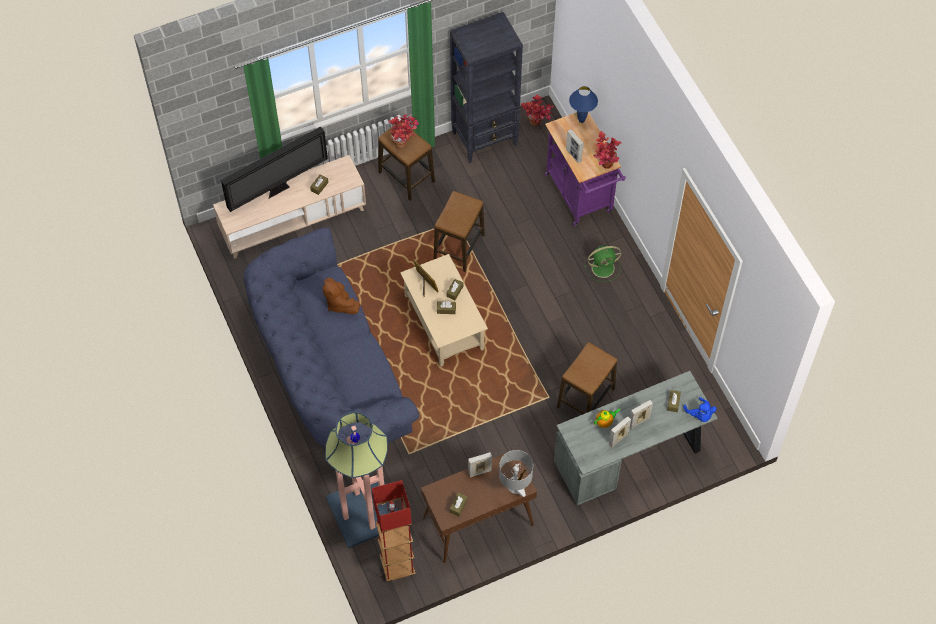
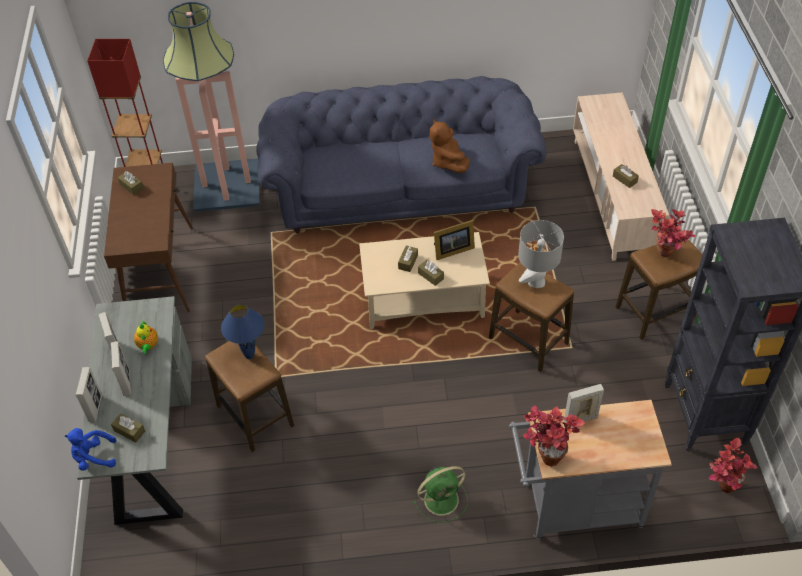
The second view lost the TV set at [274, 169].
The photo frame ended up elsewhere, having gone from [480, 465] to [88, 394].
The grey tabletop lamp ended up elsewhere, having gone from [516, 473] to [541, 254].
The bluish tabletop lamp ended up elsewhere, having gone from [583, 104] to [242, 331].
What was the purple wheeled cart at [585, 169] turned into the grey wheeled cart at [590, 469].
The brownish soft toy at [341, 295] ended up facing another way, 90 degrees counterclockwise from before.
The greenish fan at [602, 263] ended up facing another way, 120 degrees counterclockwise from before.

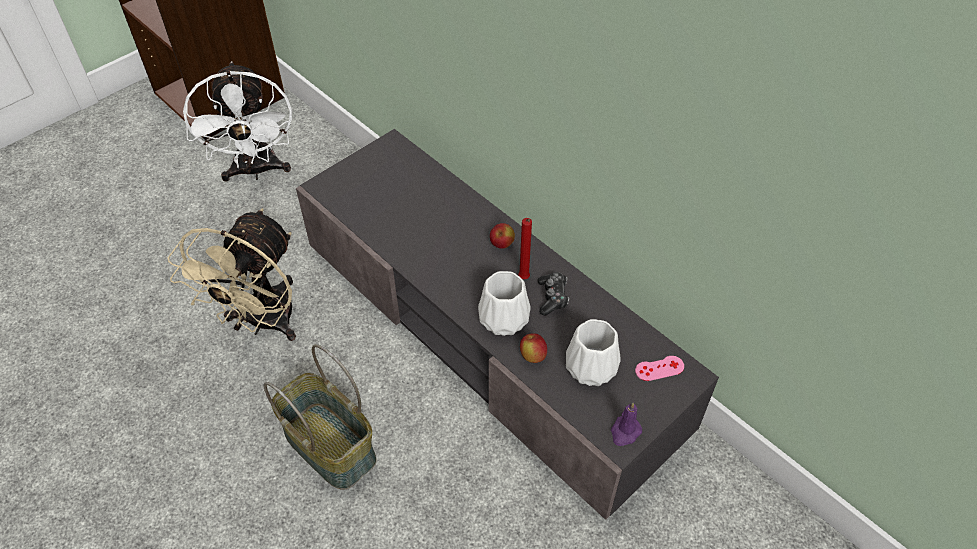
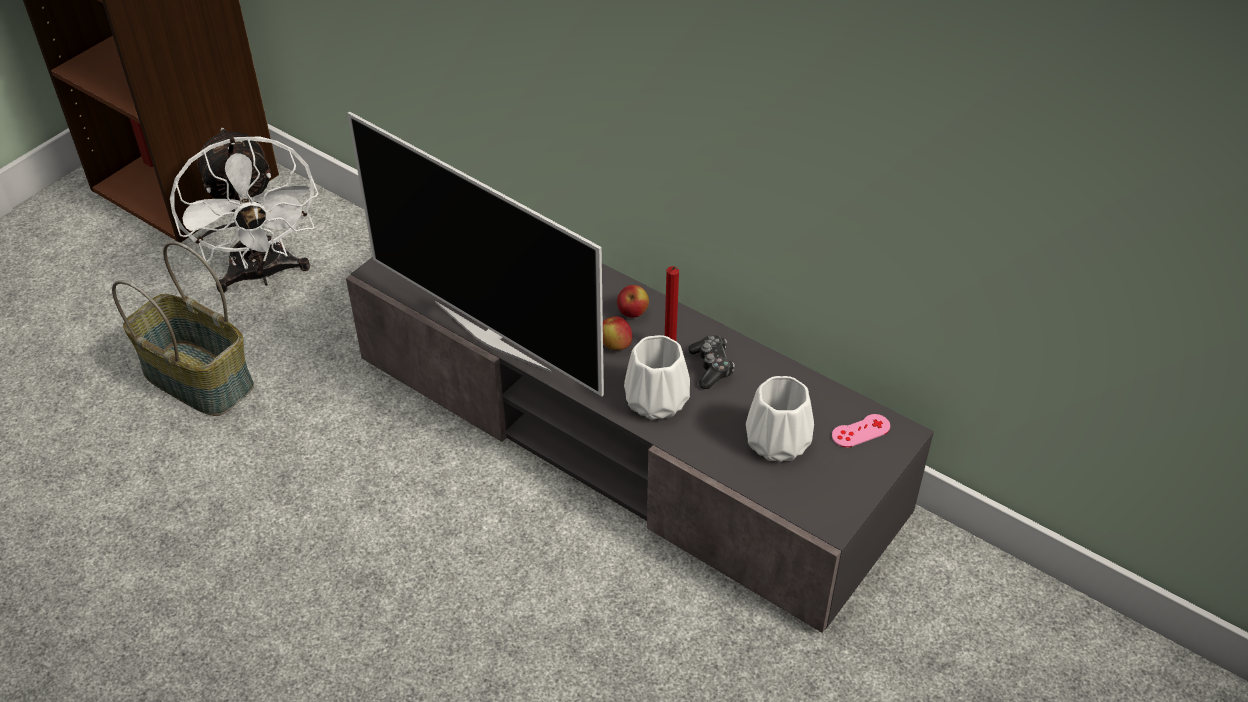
The second view lost the sand-coloured fan at [232, 274].
The second view lost the purple candle at [626, 424].
The second view gained the TV set at [475, 254].
The basket ended up elsewhere, having gone from [319, 417] to [183, 328].
The apple ended up elsewhere, having gone from [533, 348] to [617, 333].

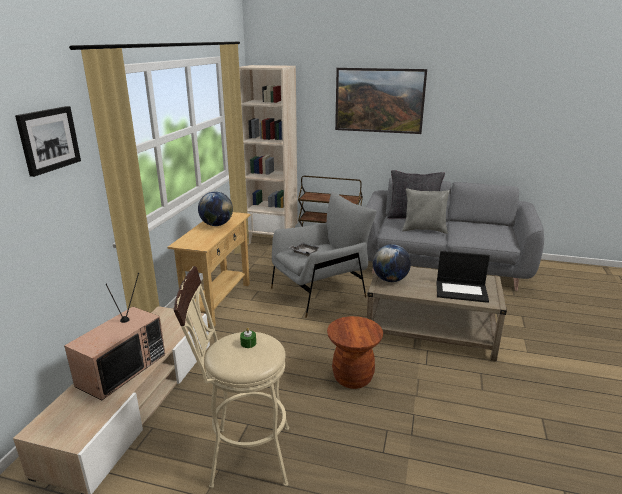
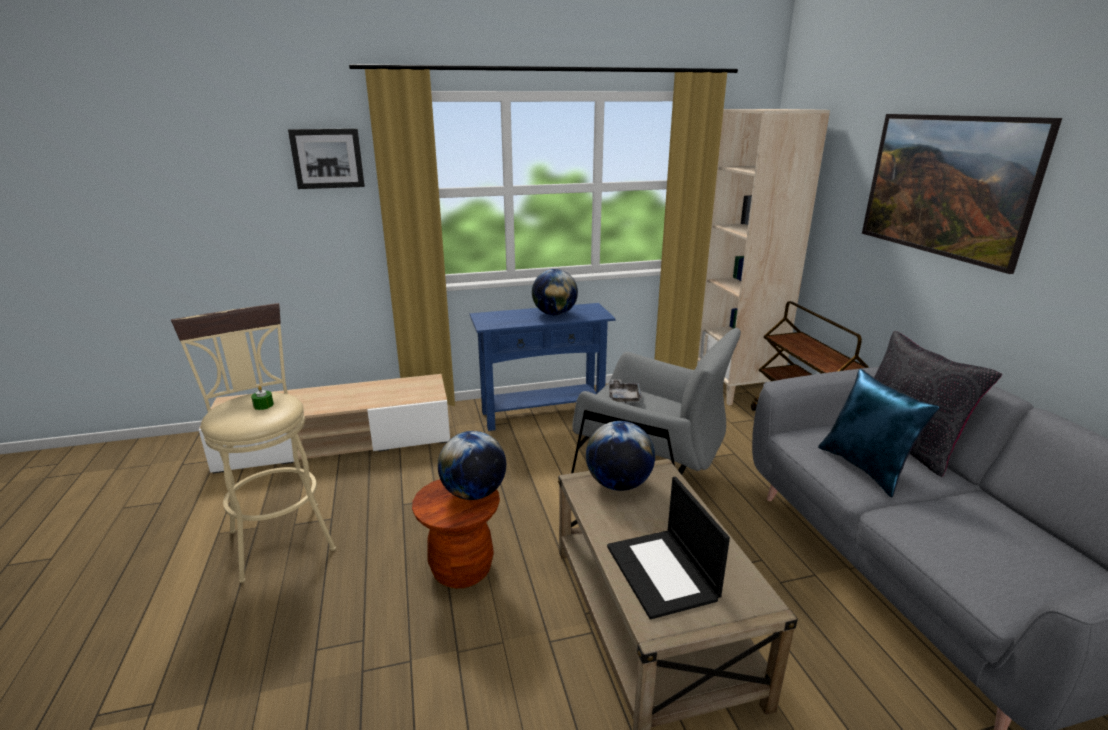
The second view lost the TV set at [114, 337].
The second view gained the desk globe at [472, 465].
What was the sand-coloured console table at [209, 269] turned into the bluish console table at [543, 367].
What was the grey pillow at [426, 211] turned into the bluish pillow at [879, 433].

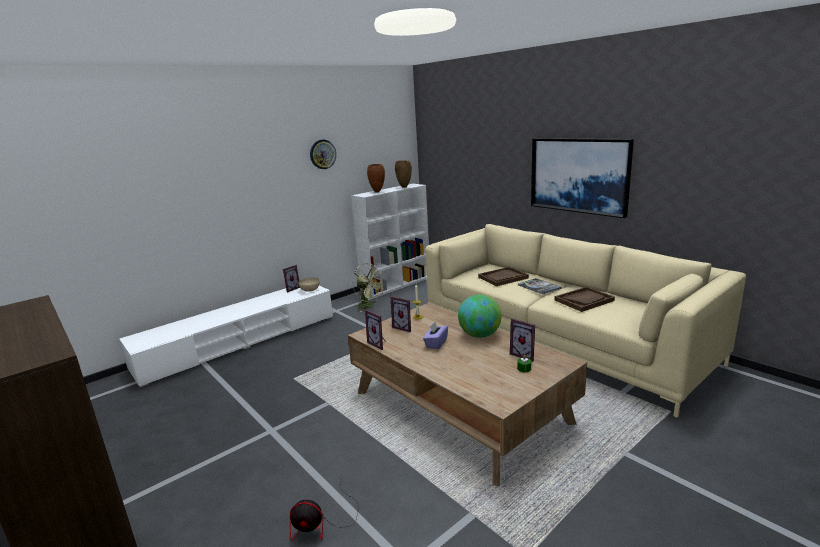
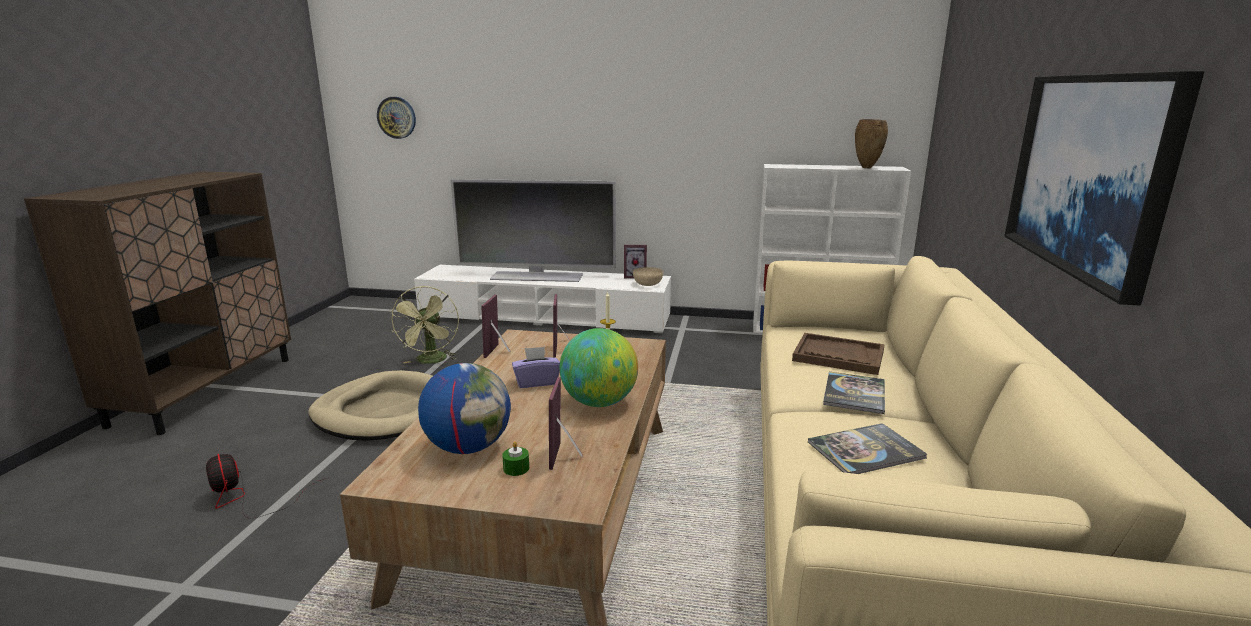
The second view lost the brownish vase at [376, 178].
The second view gained the sand-coloured dog cushion at [370, 405].
The second view gained the desk globe at [464, 408].
The second view gained the TV set at [533, 230].
The hanging clock ended up elsewhere, having gone from [323, 154] to [396, 118].
The greenish fan ended up elsewhere, having gone from [369, 287] to [424, 325].
Where the brownish carrying tray stood at [584, 299], the volume came to stand at [867, 448].

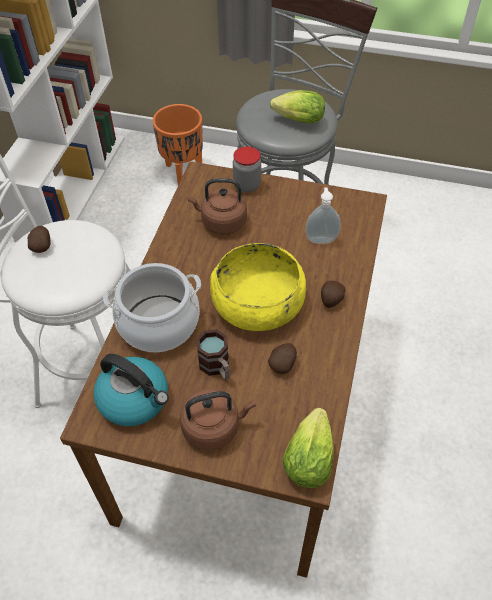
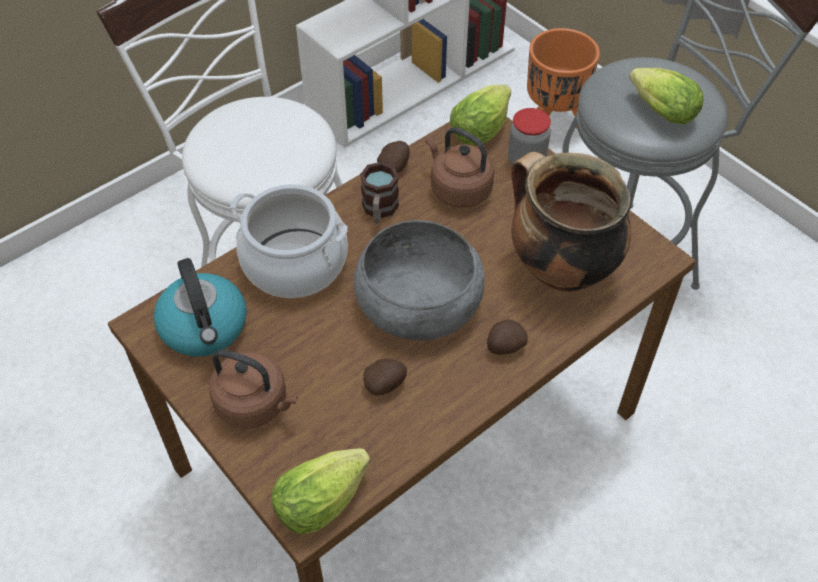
The second view gained the head of lettuce at [480, 115].
The spud ended up elsewhere, having gone from [39, 239] to [393, 157].
The mug ended up elsewhere, having gone from [213, 354] to [379, 192].
Where the soap dispenser stood at [323, 215], the cooking pot came to stand at [571, 222].
What was the yellow-coloured bowl at [258, 287] turned into the grey bowl at [419, 280].

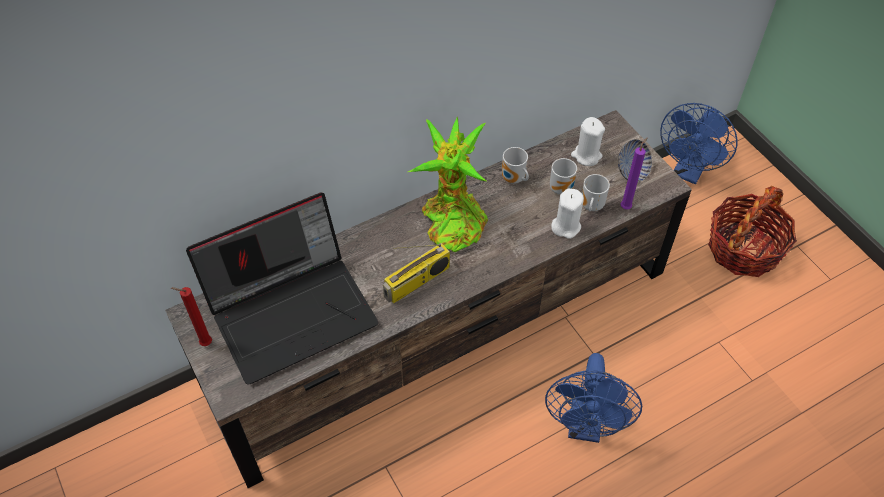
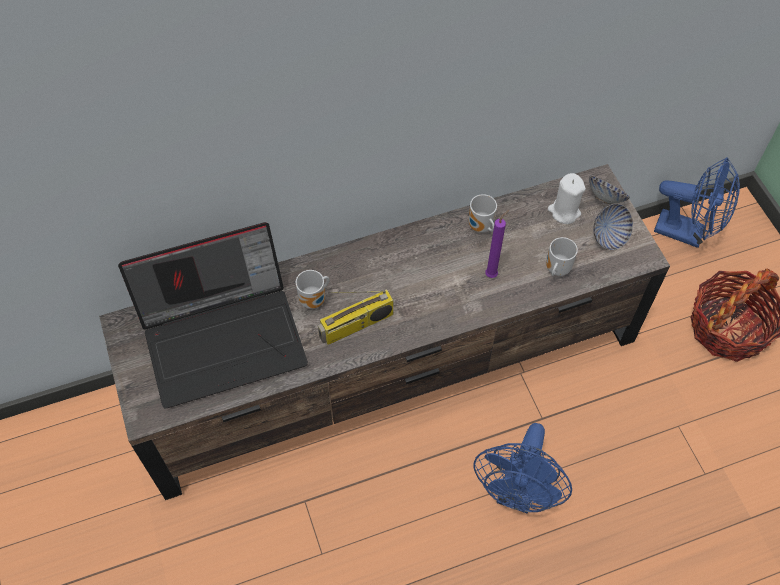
The second view lost the red candle at [191, 316].
The second view lost the plant in a pot at [448, 184].
The second view lost the white-coloured candle at [567, 213].
The second view gained the bowl at [609, 190].
The mug ended up elsewhere, having gone from [563, 176] to [313, 289].
The purple candle ended up elsewhere, having gone from [634, 174] to [497, 244].
The bluish fan at [698, 143] ended up facing another way, 105 degrees counterclockwise from before.

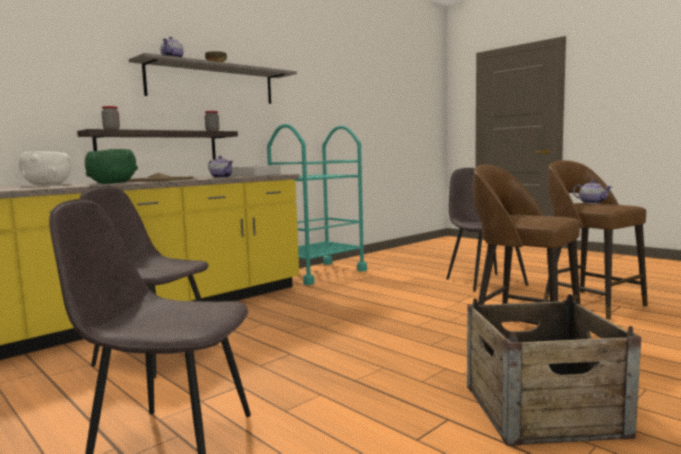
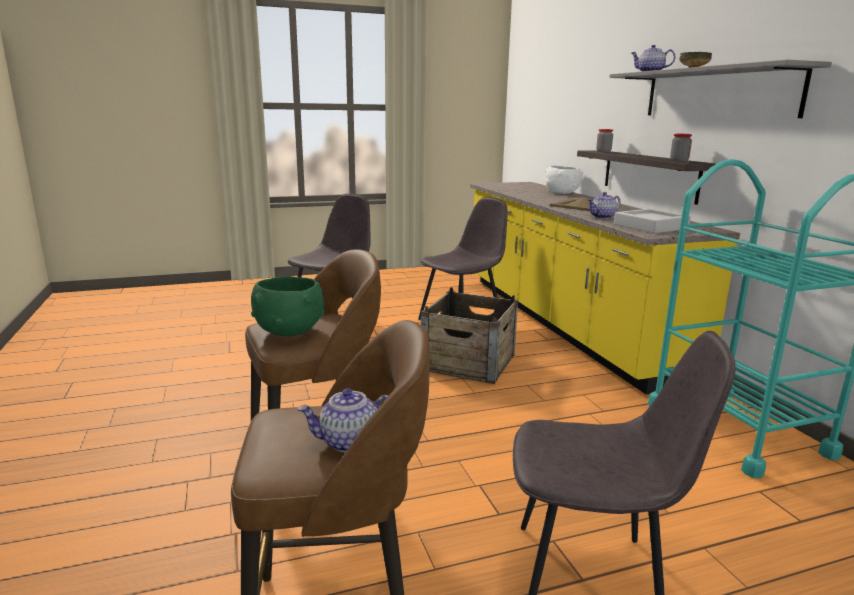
The greenish bowl ended up elsewhere, having gone from [111, 166] to [288, 306].
The crate ended up elsewhere, having gone from [554, 370] to [469, 335].

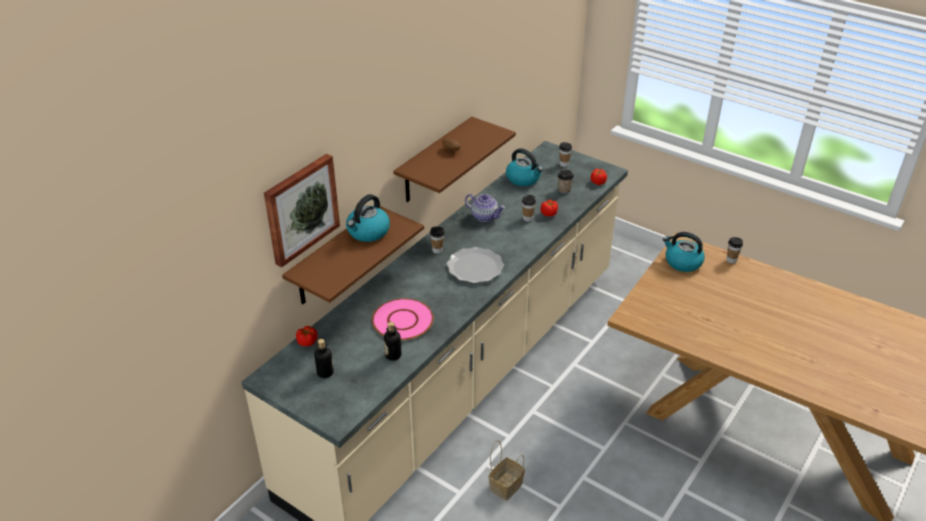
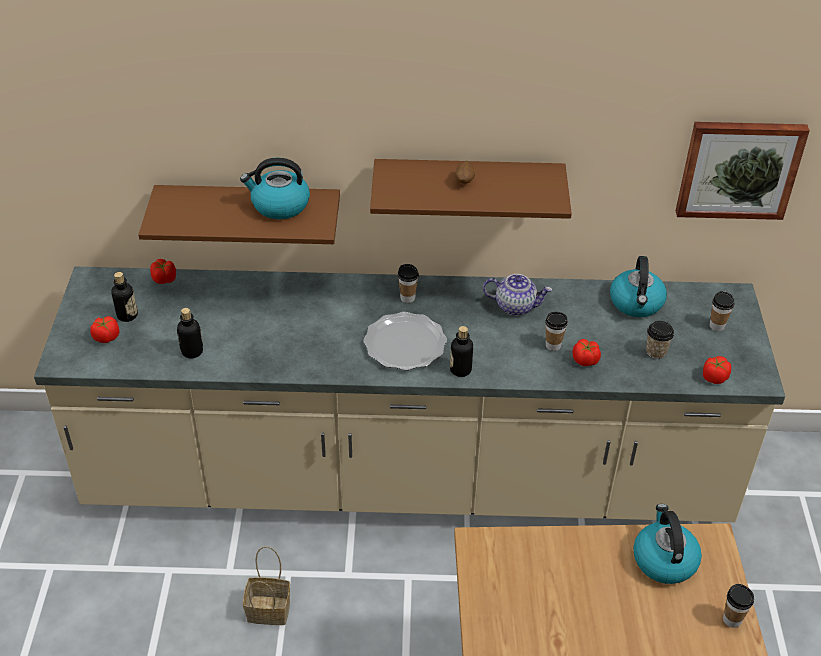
The second view lost the pinkish flat dish at [402, 319].
The second view gained the whole tomato at [104, 329].
The second view gained the beverage bottle at [461, 351].
The wall picture ended up elsewhere, having gone from [302, 210] to [743, 171].
The tea pot at [485, 208] ended up facing another way, 75 degrees counterclockwise from before.

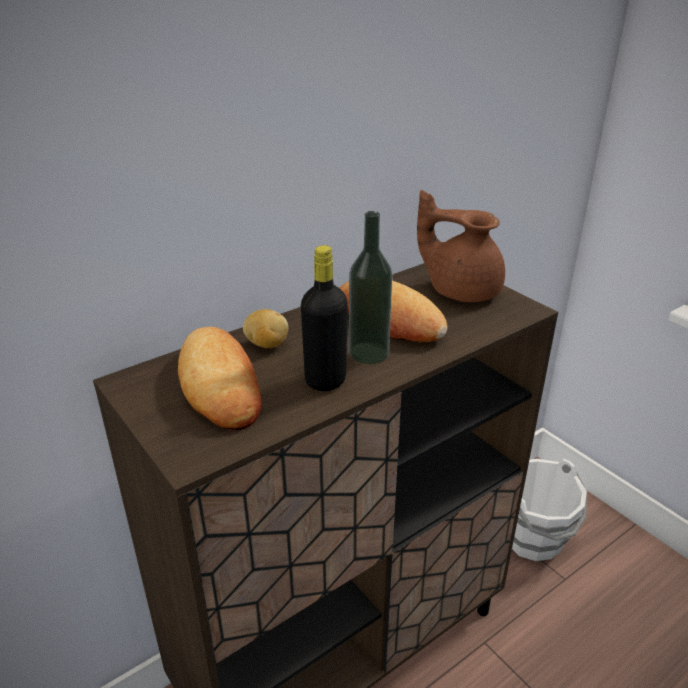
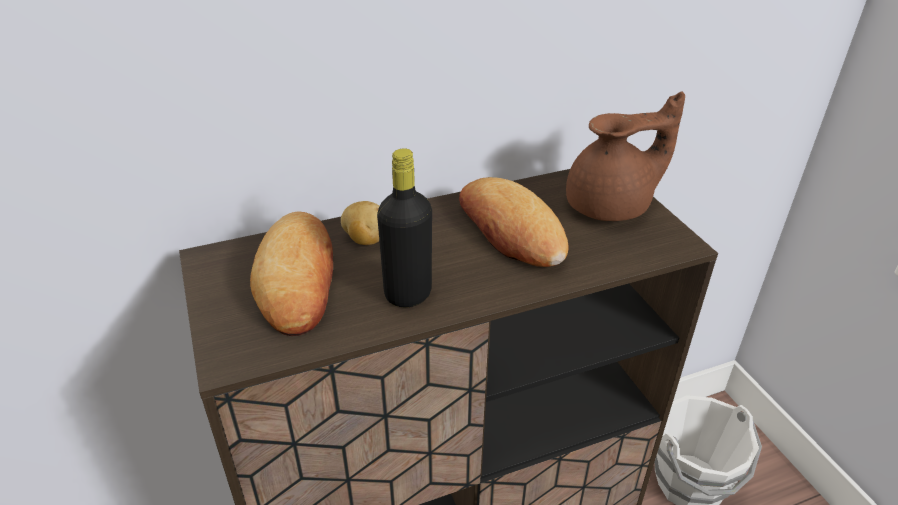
The second view lost the beverage bottle at [371, 287].
The brownish tea pot at [461, 246] ended up facing another way, 120 degrees clockwise from before.

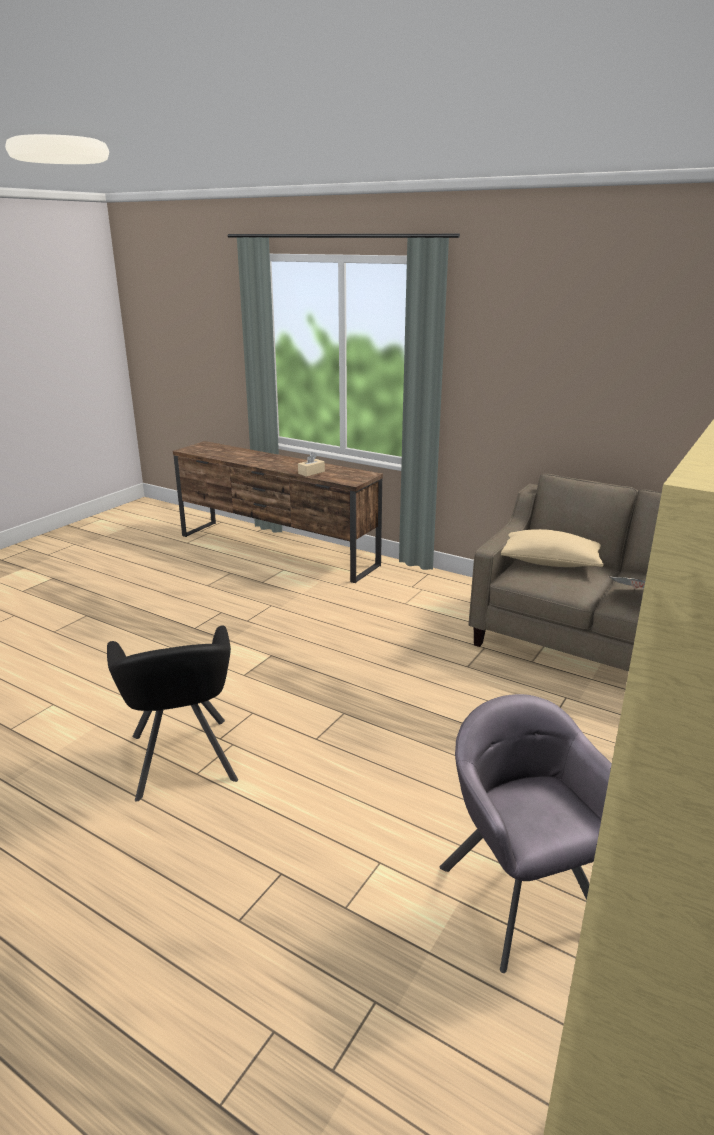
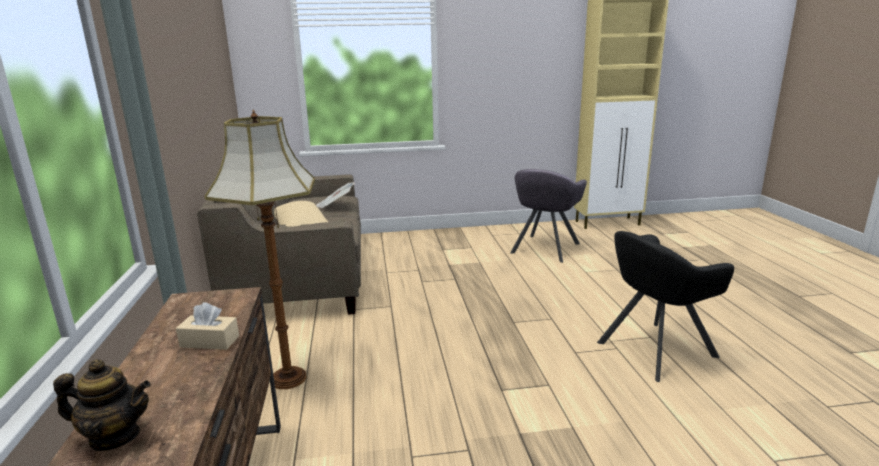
The second view gained the tea pot at [102, 405].
The second view gained the standing lamp at [260, 249].
The black armchair at [172, 713] ended up facing another way, 150 degrees counterclockwise from before.

